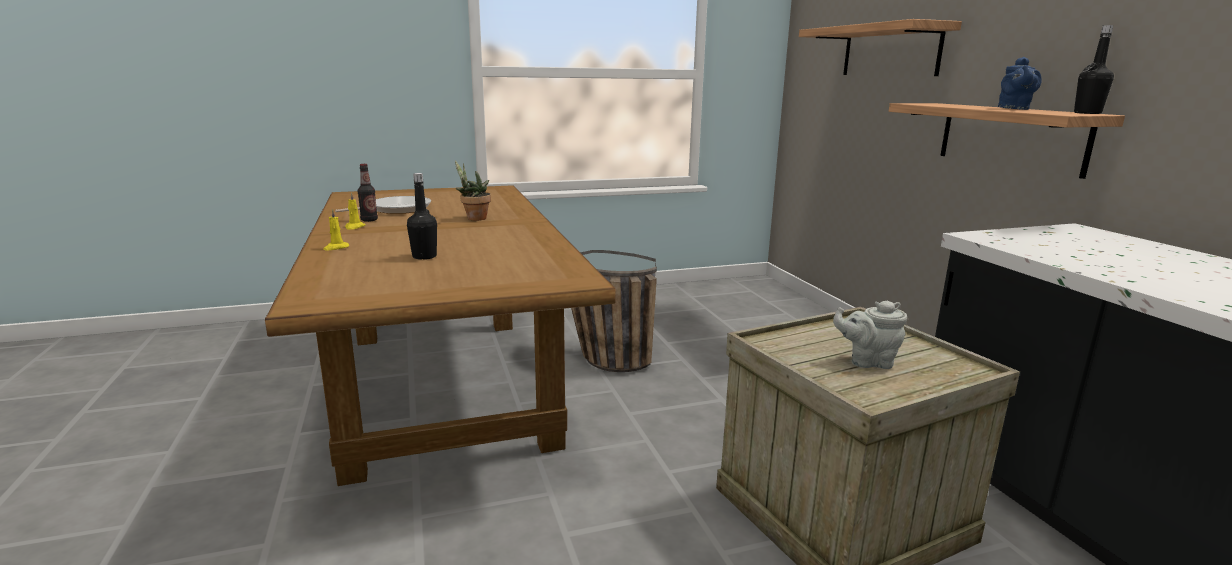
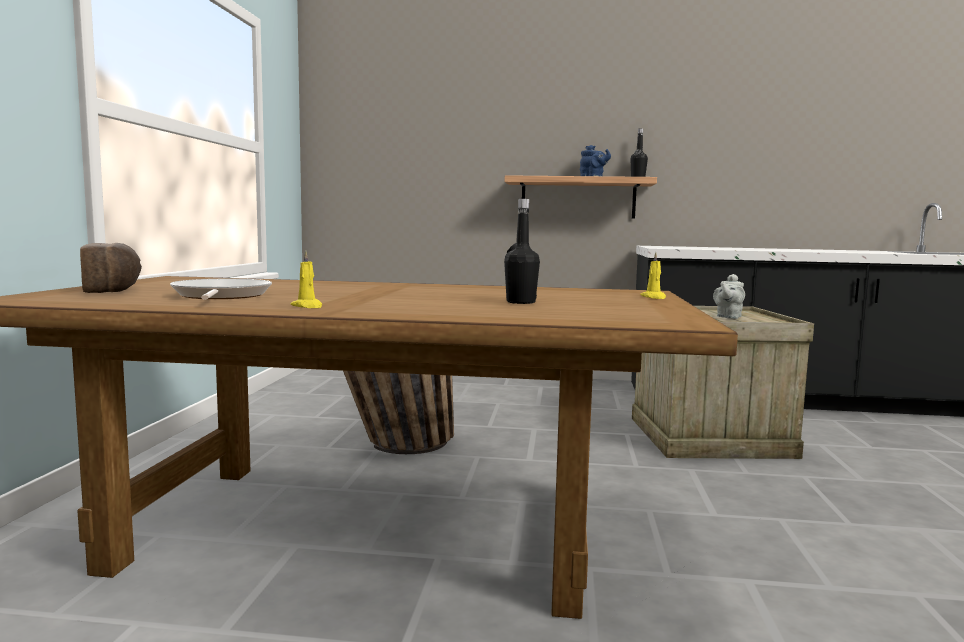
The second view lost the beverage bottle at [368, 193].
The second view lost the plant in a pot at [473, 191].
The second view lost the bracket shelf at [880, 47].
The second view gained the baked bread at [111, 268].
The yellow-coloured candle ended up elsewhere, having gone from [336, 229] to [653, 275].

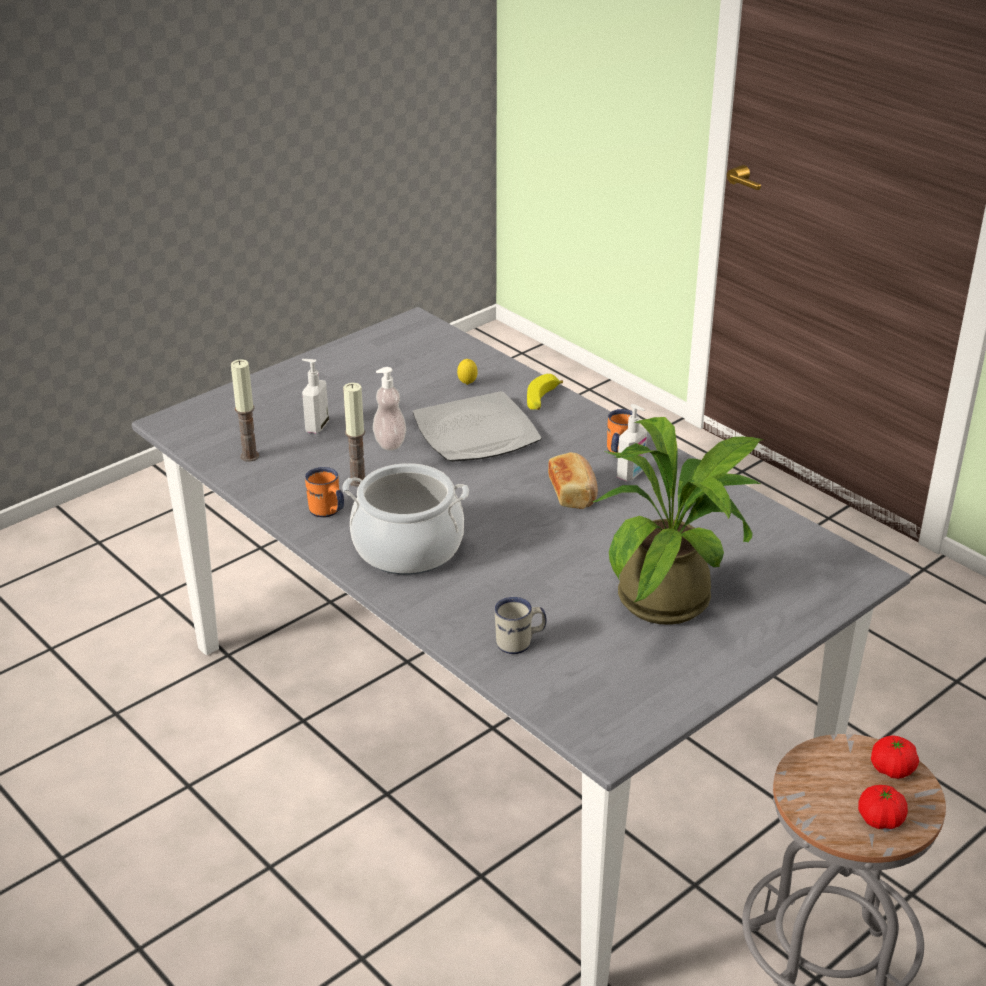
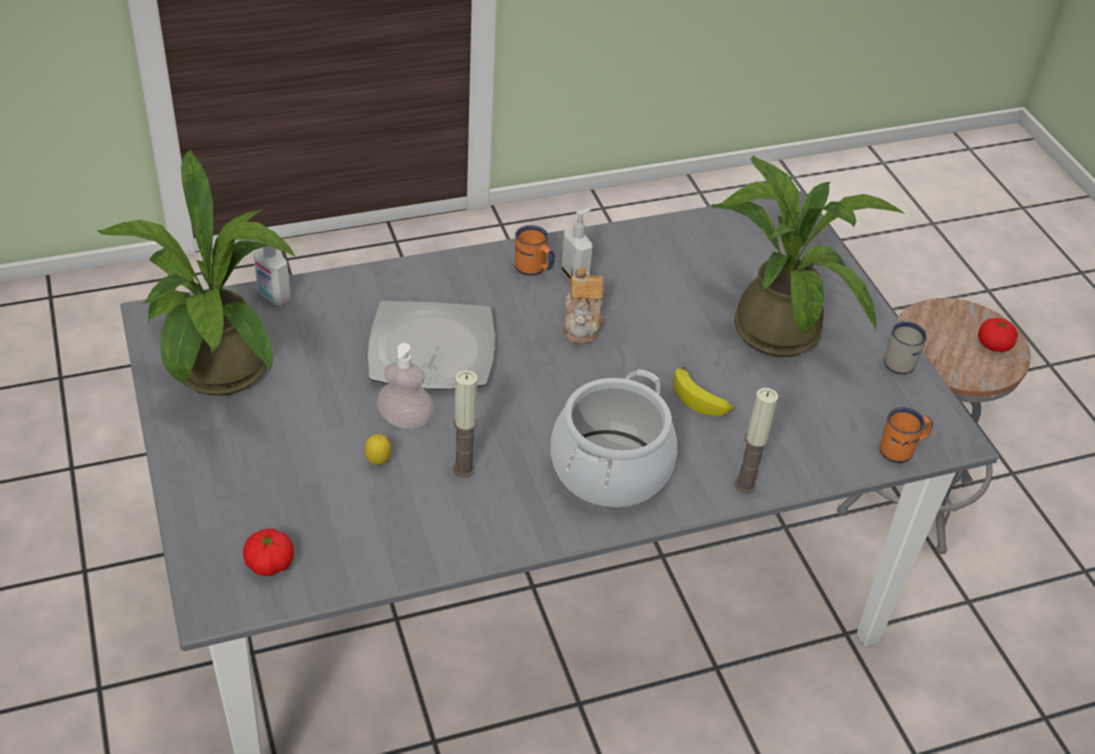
The second view gained the plant in a pot at [196, 272].
The candle ended up elsewhere, having gone from [245, 410] to [756, 441].
The soap dispenser ended up elsewhere, having gone from [315, 396] to [272, 267].
The orange-coloured mug ended up elsewhere, having gone from [324, 492] to [906, 435].
The whole lemon ended up elsewhere, having gone from [467, 372] to [378, 449].
The white-coloured mug ended up elsewhere, having gone from [520, 625] to [905, 347].
The banana fruit ended up elsewhere, having gone from [545, 392] to [703, 391].
The whole tomato ended up elsewhere, having gone from [895, 757] to [268, 552].
Where the baked bread stood at [573, 480], the tea pot came to stand at [583, 305].

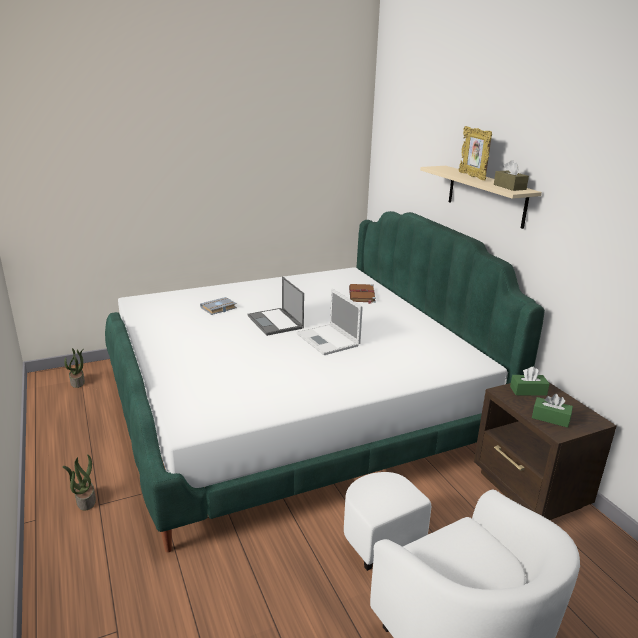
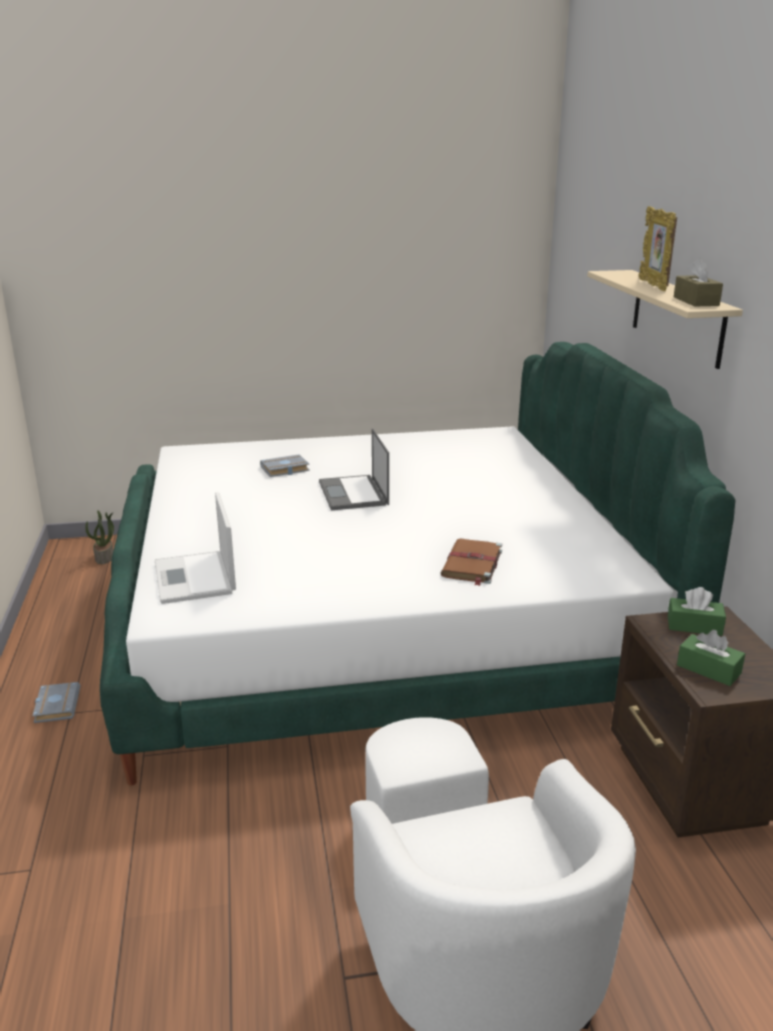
The laptop ended up elsewhere, having gone from [330, 322] to [195, 548].
The brownish volume ended up elsewhere, having gone from [362, 294] to [471, 562].
Where the plant in a pot stood at [79, 482], the grey volume came to stand at [56, 702].

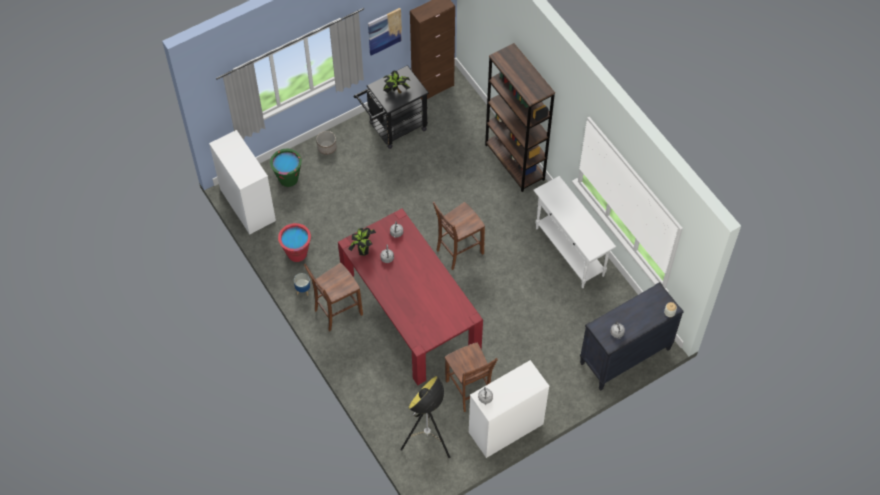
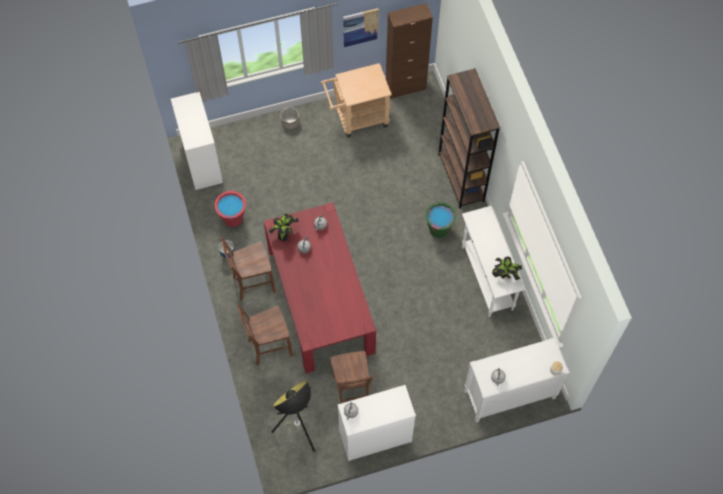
The greenish bucket ended up elsewhere, having gone from [286, 168] to [441, 220].
The plant in a pot ended up elsewhere, having gone from [396, 82] to [507, 268].
The brownish plain chair ended up elsewhere, having gone from [459, 236] to [265, 334].
What was the black wheeled cart at [391, 107] turned into the sand-coloured wheeled cart at [356, 100].
What was the black chest of drawers at [632, 336] turned into the white-coloured chest of drawers at [517, 380].

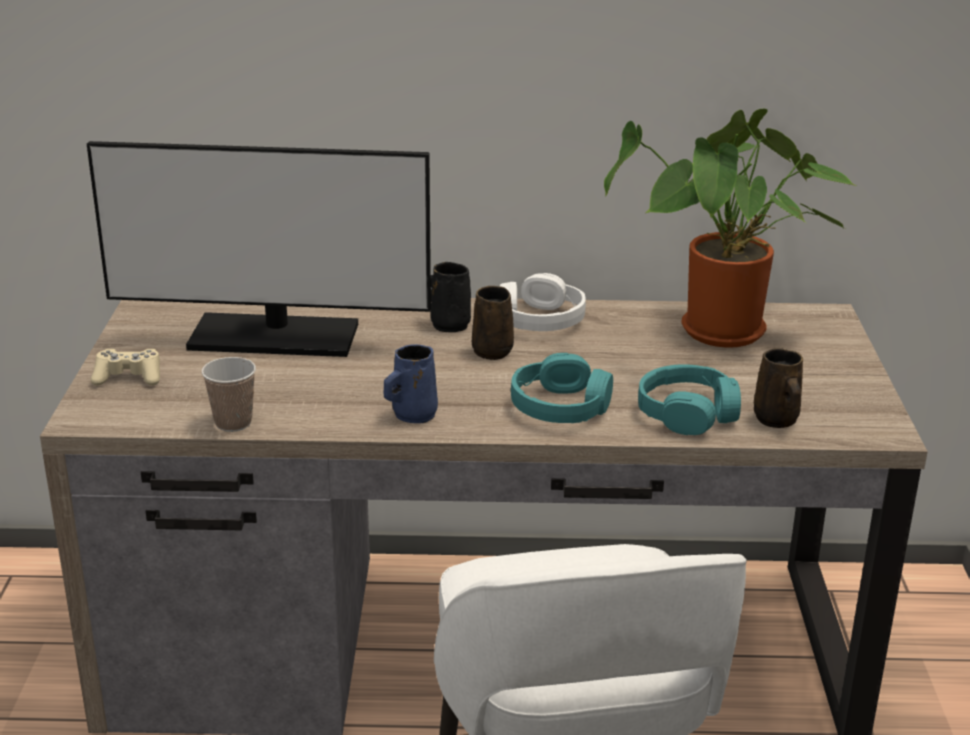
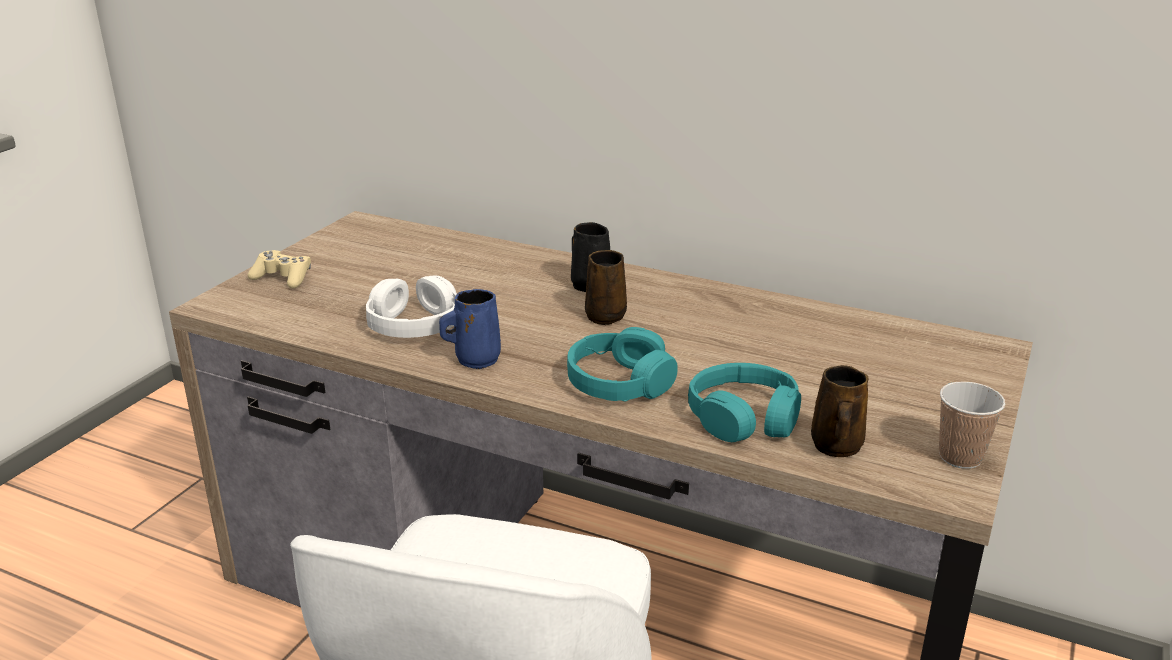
The second view lost the computer display at [259, 249].
The second view lost the plant in a pot at [730, 228].
The small cup ended up elsewhere, having gone from [229, 394] to [972, 425].
The white-coloured headset ended up elsewhere, having gone from [543, 302] to [411, 306].

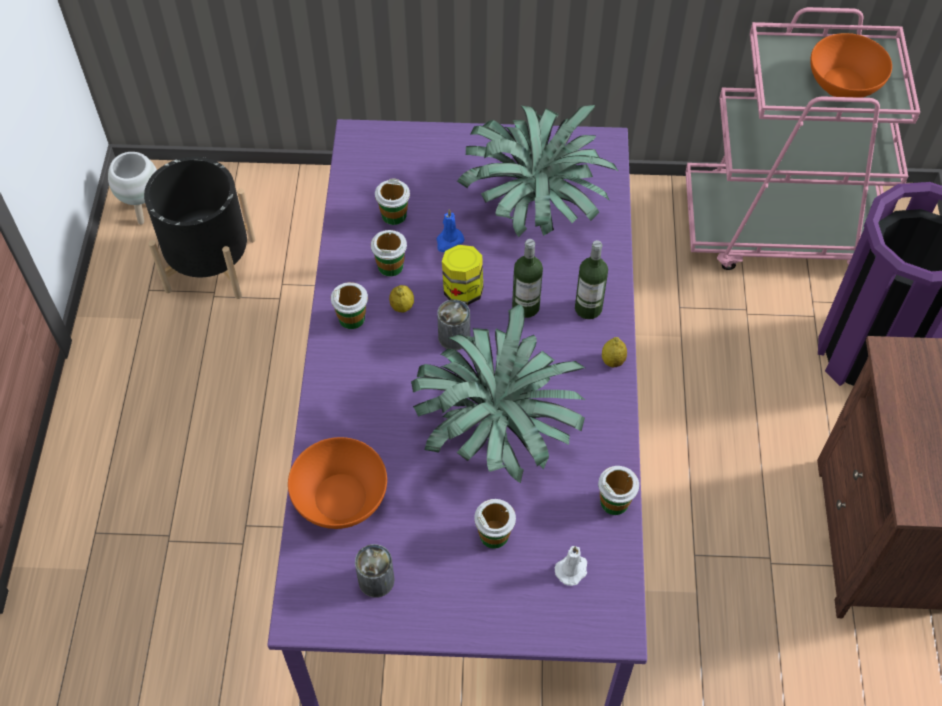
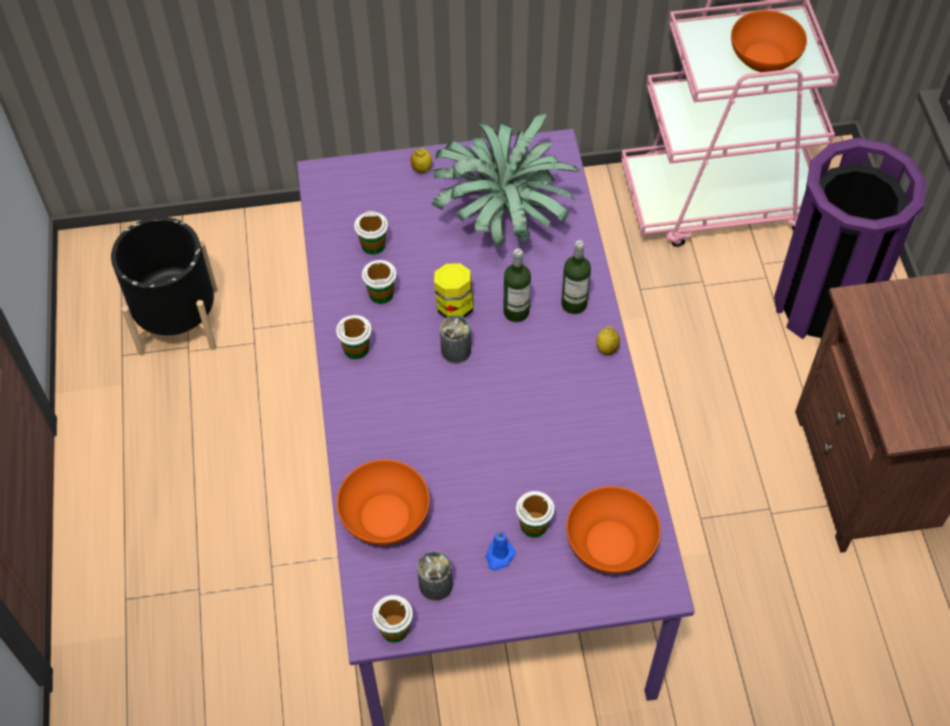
The second view lost the white-coloured flower pot at [132, 188].
The second view lost the plant in a pot at [498, 393].
The whole lemon ended up elsewhere, having gone from [401, 299] to [421, 160].
The bluish candle ended up elsewhere, having gone from [450, 230] to [500, 551].
The small cup ended up elsewhere, having gone from [618, 490] to [393, 619].
Where the white-coloured candle stood at [571, 566], the orange-coloured bowl came to stand at [613, 530].

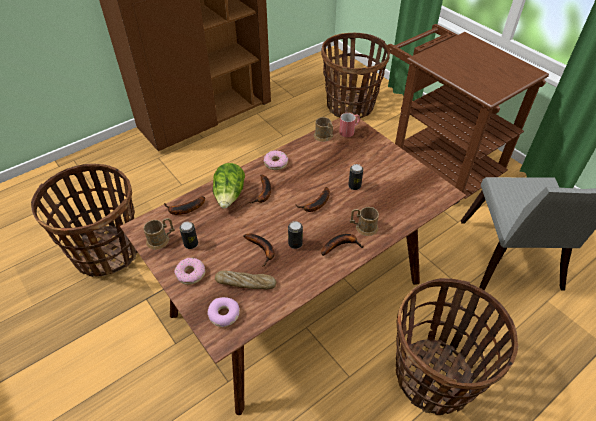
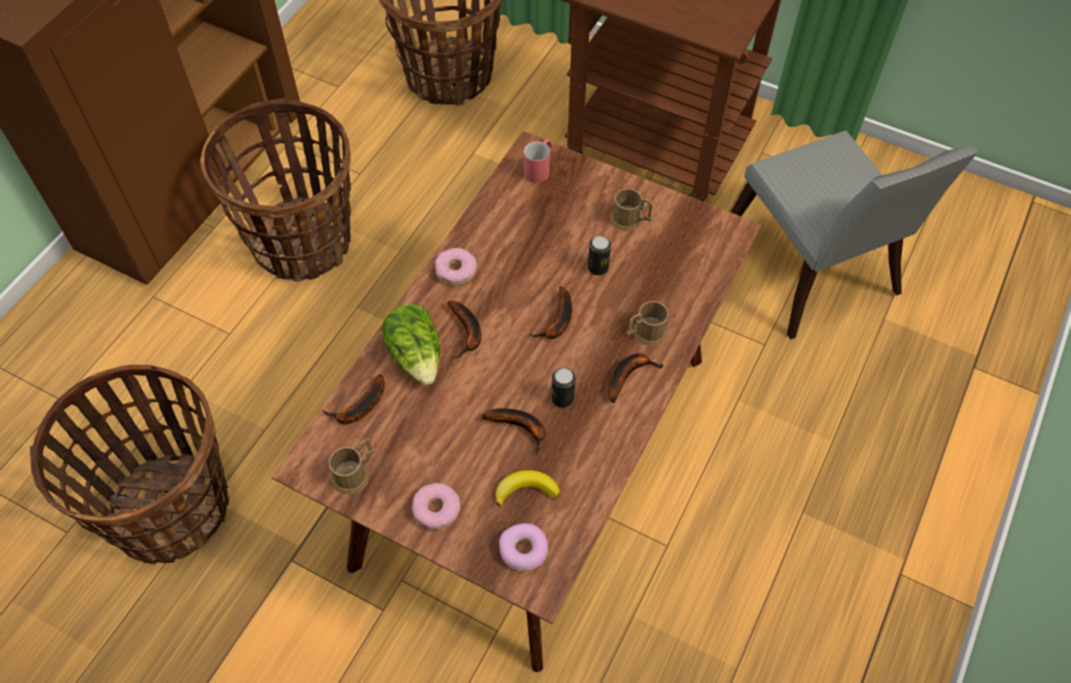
The second view lost the can at [188, 235].
The brownish mug ended up elsewhere, having gone from [323, 129] to [631, 210].
The basket ended up elsewhere, having gone from [457, 346] to [275, 190].
Where the baked bread stood at [245, 279], the banana fruit came to stand at [528, 488].

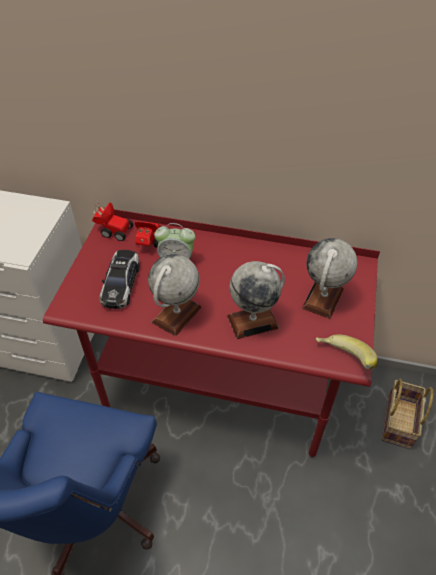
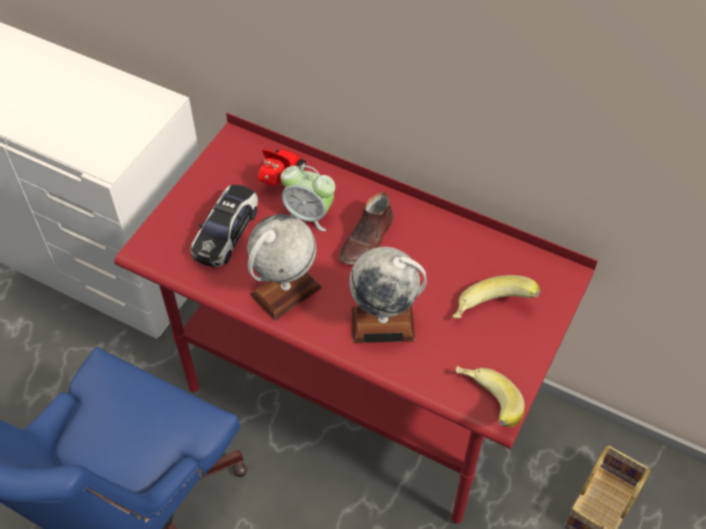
The second view lost the model car at [112, 221].
The second view gained the brownish low shoe at [366, 228].
Where the desk globe stood at [329, 278], the banana fruit came to stand at [496, 297].

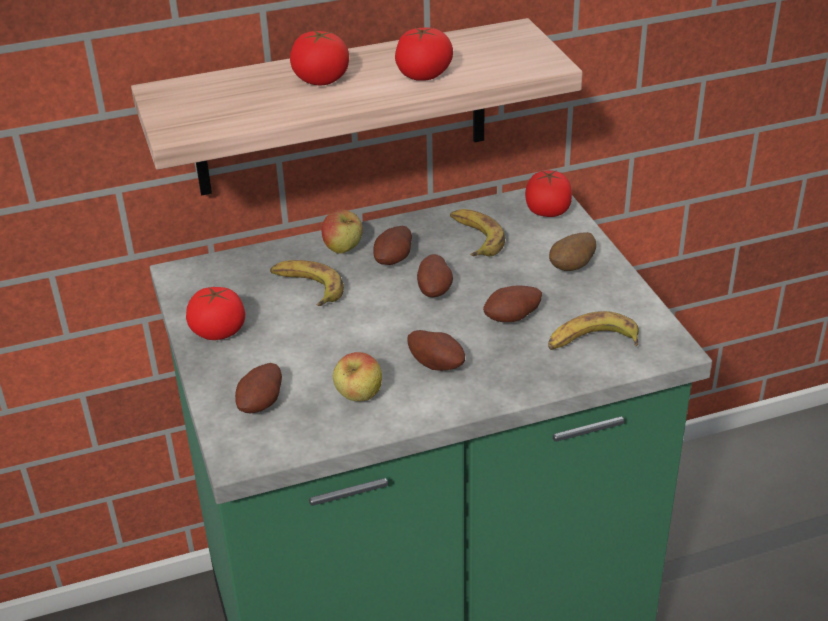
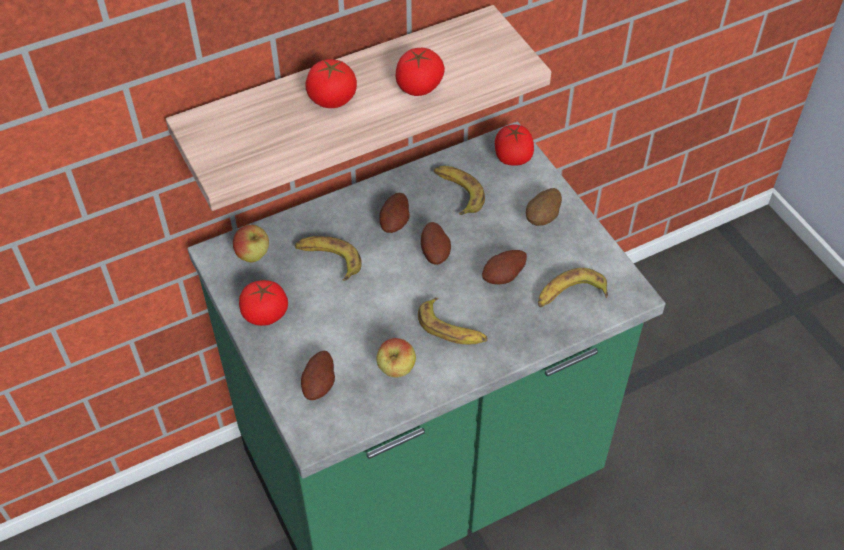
The apple ended up elsewhere, having gone from [342, 232] to [251, 243].
Where the spud stood at [436, 350], the banana fruit came to stand at [453, 321].

